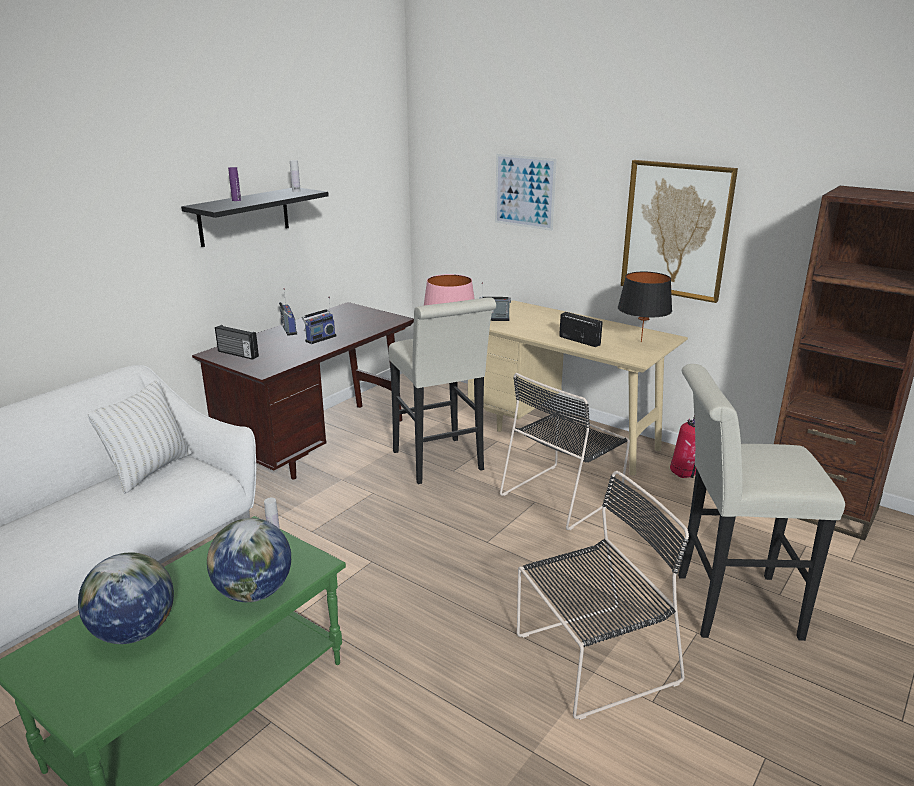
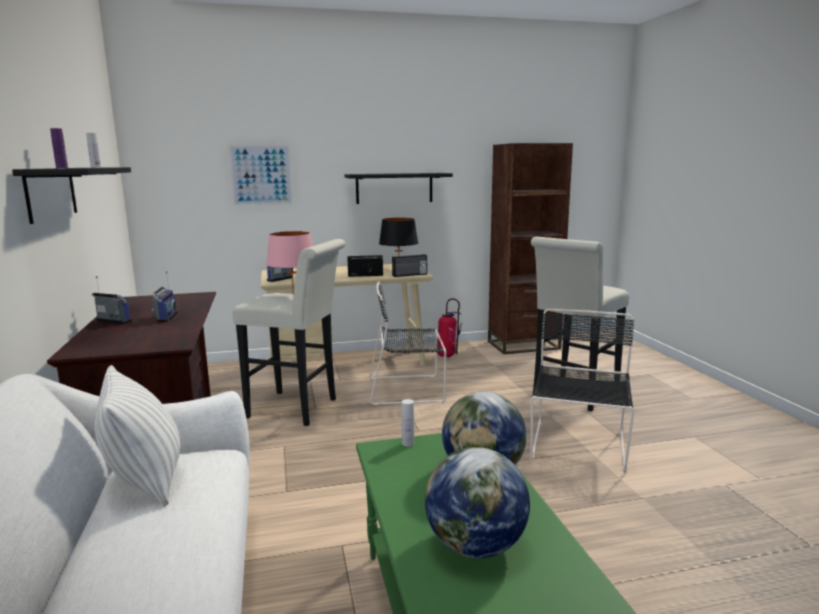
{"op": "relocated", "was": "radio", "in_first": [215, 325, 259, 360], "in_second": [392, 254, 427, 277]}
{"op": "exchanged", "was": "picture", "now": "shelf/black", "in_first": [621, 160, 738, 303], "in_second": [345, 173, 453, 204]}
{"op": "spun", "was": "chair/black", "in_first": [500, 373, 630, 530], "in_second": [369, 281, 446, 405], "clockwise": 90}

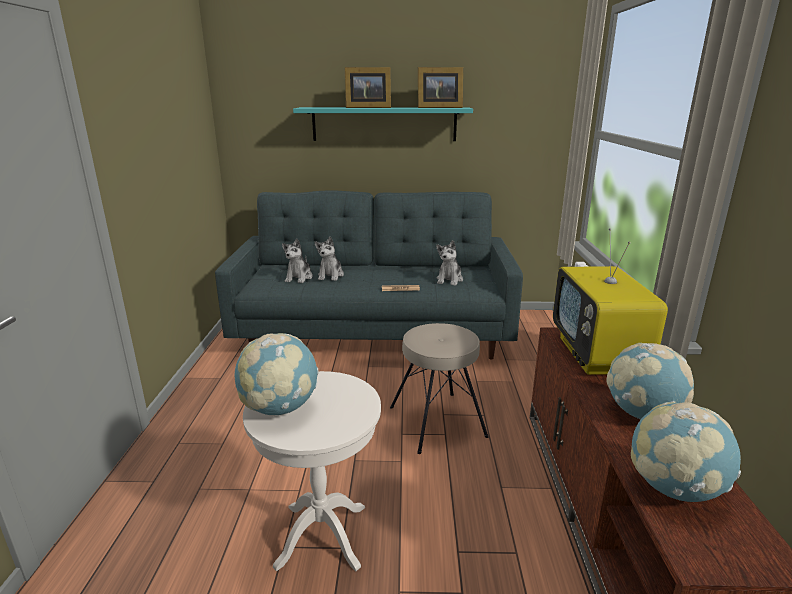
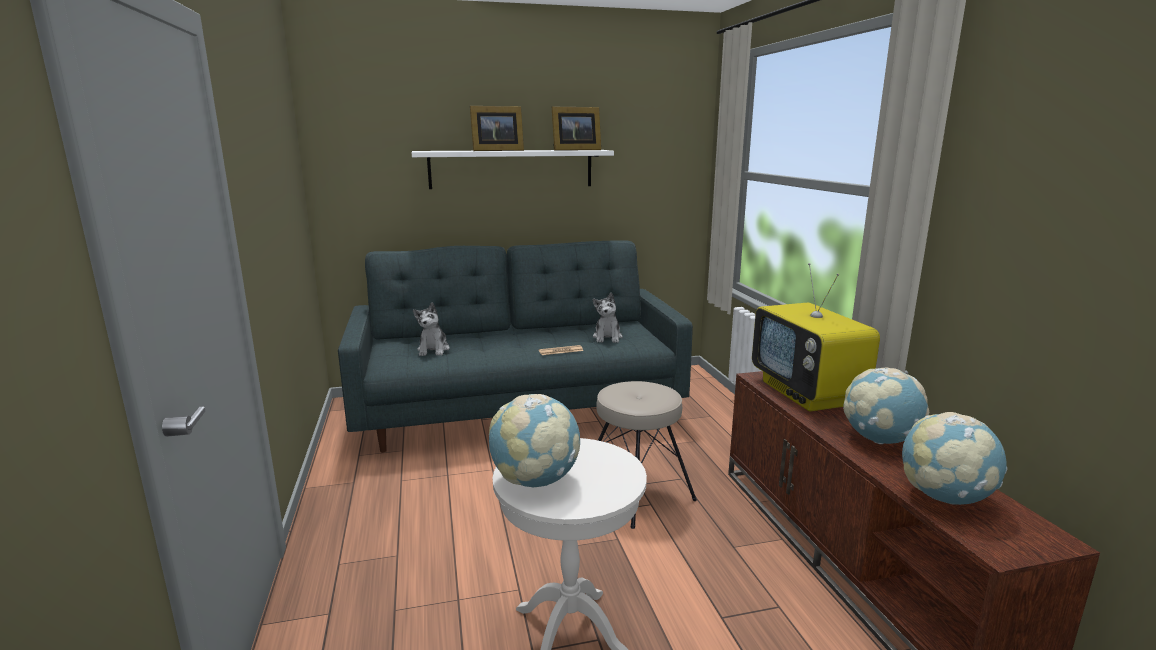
{"op": "missing", "was": "plush toy", "in_first": [315, 237, 344, 281]}
{"op": "colour", "was": "shelf/turquoise", "now": "shelf/white", "in_first": [293, 107, 473, 141], "in_second": [412, 150, 614, 189]}

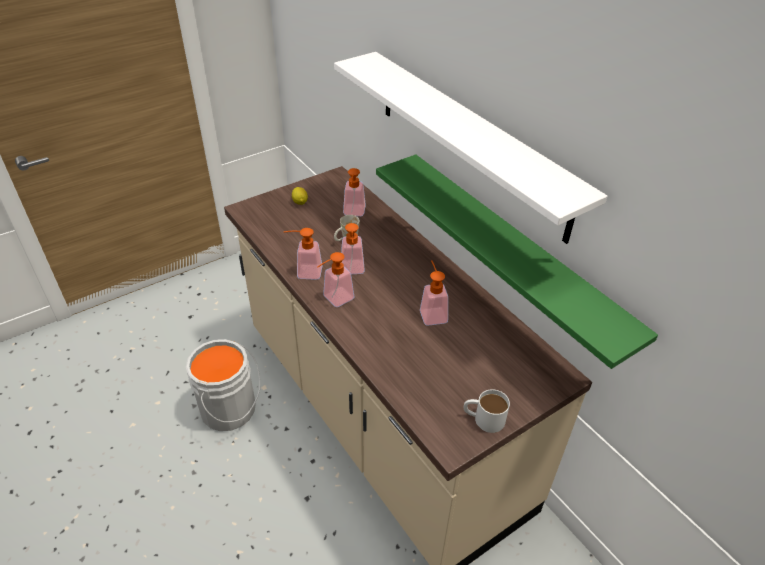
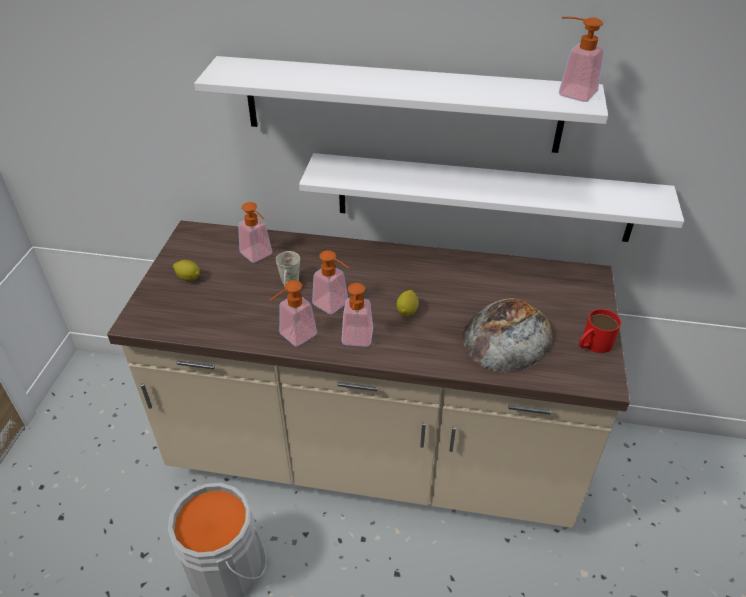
{"op": "appeared", "now": "lemon", "in_second": [396, 290, 419, 316]}
{"op": "appeared", "now": "bread", "in_second": [462, 298, 553, 373]}
{"op": "relocated", "was": "soap dispenser", "in_first": [420, 260, 448, 326], "in_second": [559, 17, 604, 102]}
{"op": "colour", "was": "shelf/green", "now": "shelf/white", "in_first": [376, 154, 658, 369], "in_second": [299, 153, 684, 242]}
{"op": "colour", "was": "mug/white", "now": "mug/red", "in_first": [464, 389, 510, 433], "in_second": [579, 309, 621, 353]}

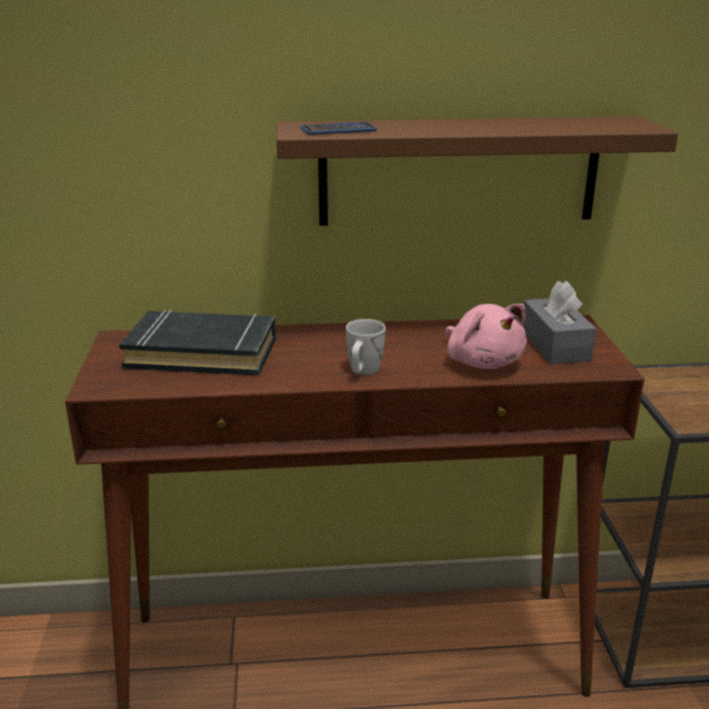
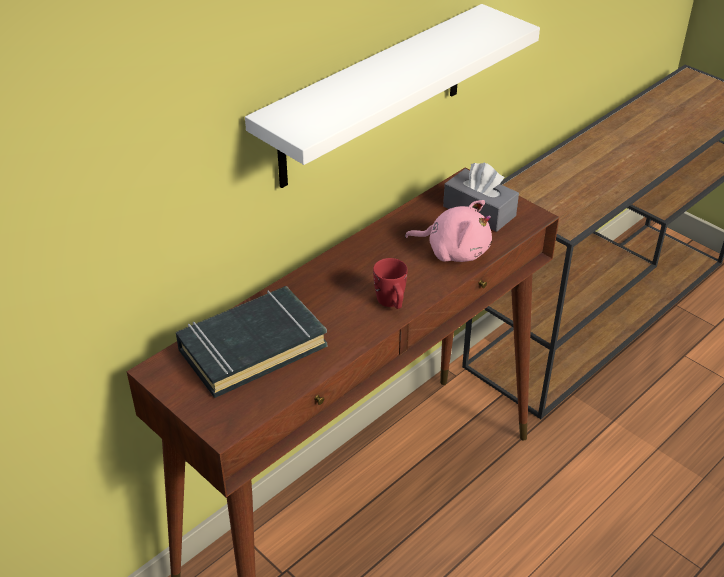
{"op": "missing", "was": "phone", "in_first": [300, 122, 377, 135]}
{"op": "colour", "was": "shelf/brown", "now": "shelf/white", "in_first": [277, 116, 678, 226], "in_second": [245, 4, 540, 188]}
{"op": "colour", "was": "mug/white", "now": "mug/red", "in_first": [346, 319, 386, 375], "in_second": [373, 258, 408, 309]}

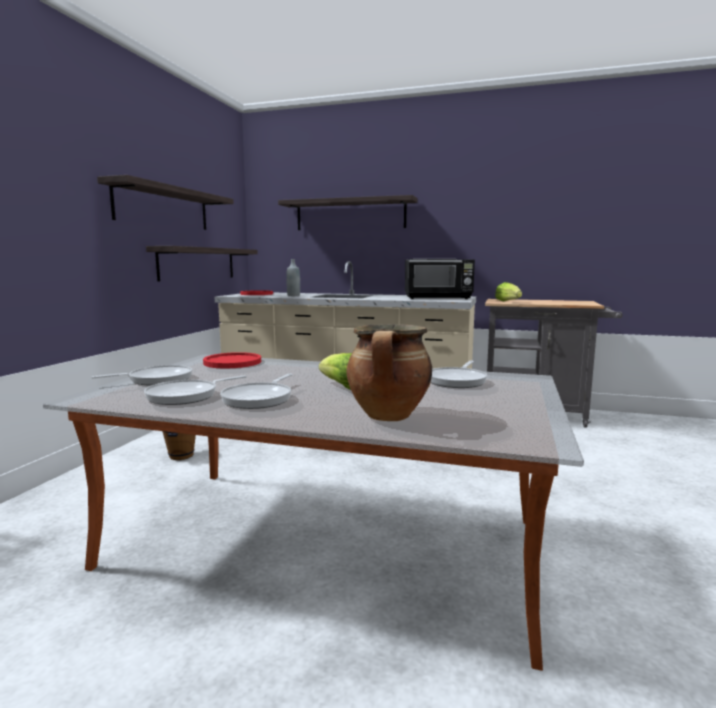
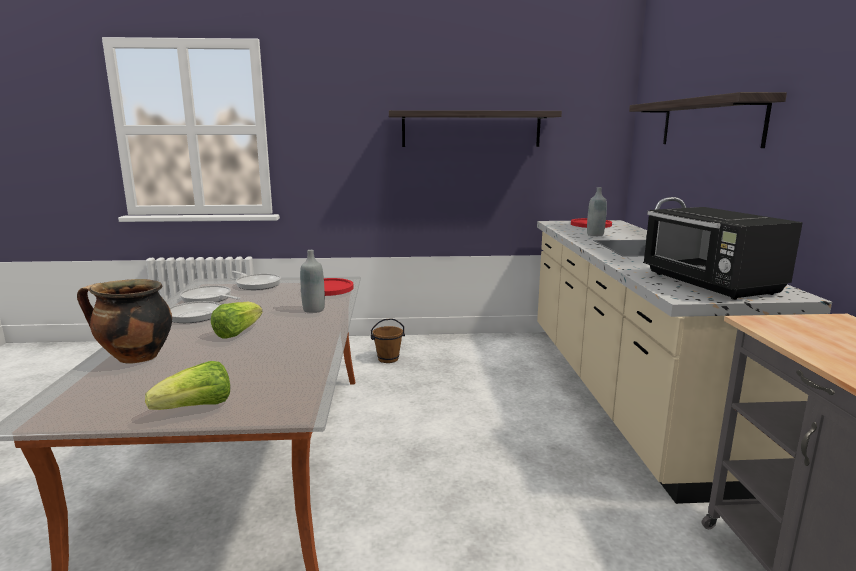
{"op": "missing", "was": "shelf", "in_first": [146, 246, 258, 282]}
{"op": "missing", "was": "frying pan", "in_first": [431, 361, 487, 388]}
{"op": "appeared", "now": "bottle/grey", "in_second": [300, 250, 325, 313]}
{"op": "relocated", "was": "lettuce", "in_first": [495, 282, 522, 301], "in_second": [145, 361, 230, 410]}

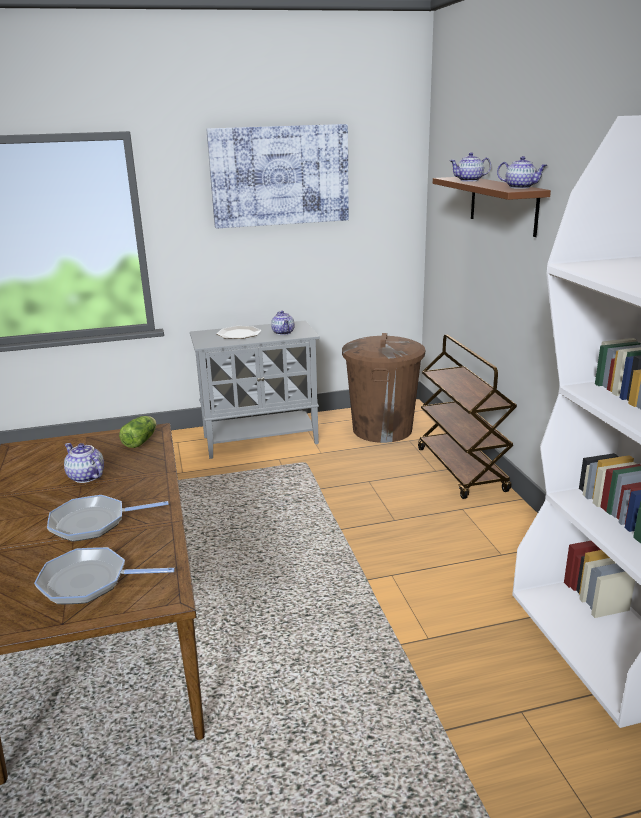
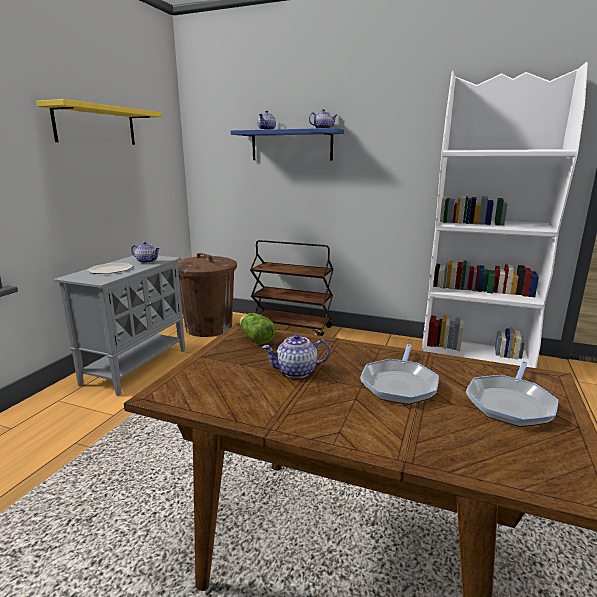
{"op": "exchanged", "was": "picture", "now": "shelf/yellow", "in_first": [206, 124, 349, 228], "in_second": [36, 99, 162, 145]}
{"op": "colour", "was": "shelf/brown", "now": "shelf/blue", "in_first": [433, 177, 551, 237], "in_second": [231, 128, 344, 161]}

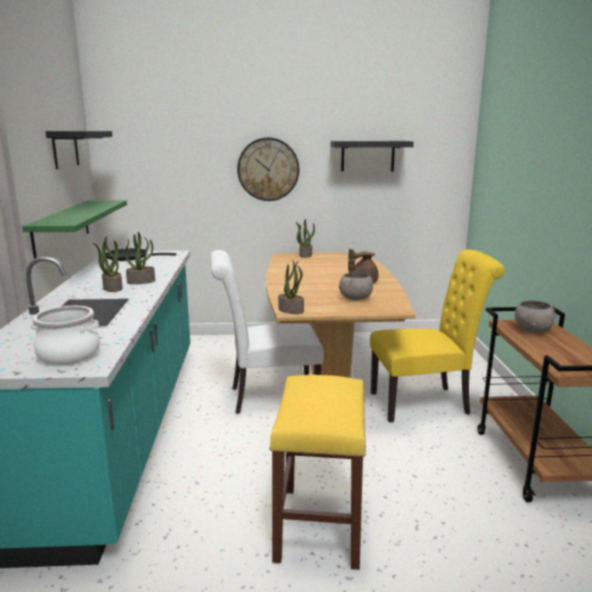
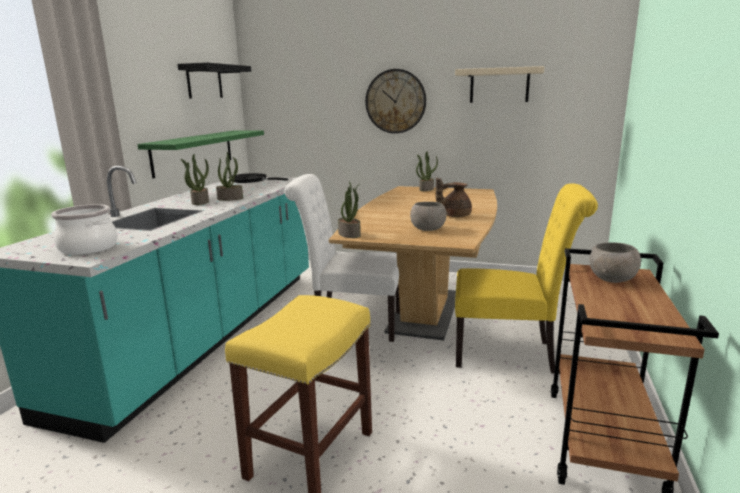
{"op": "colour", "was": "shelf/black", "now": "shelf/beige", "in_first": [331, 141, 414, 172], "in_second": [455, 66, 545, 103]}

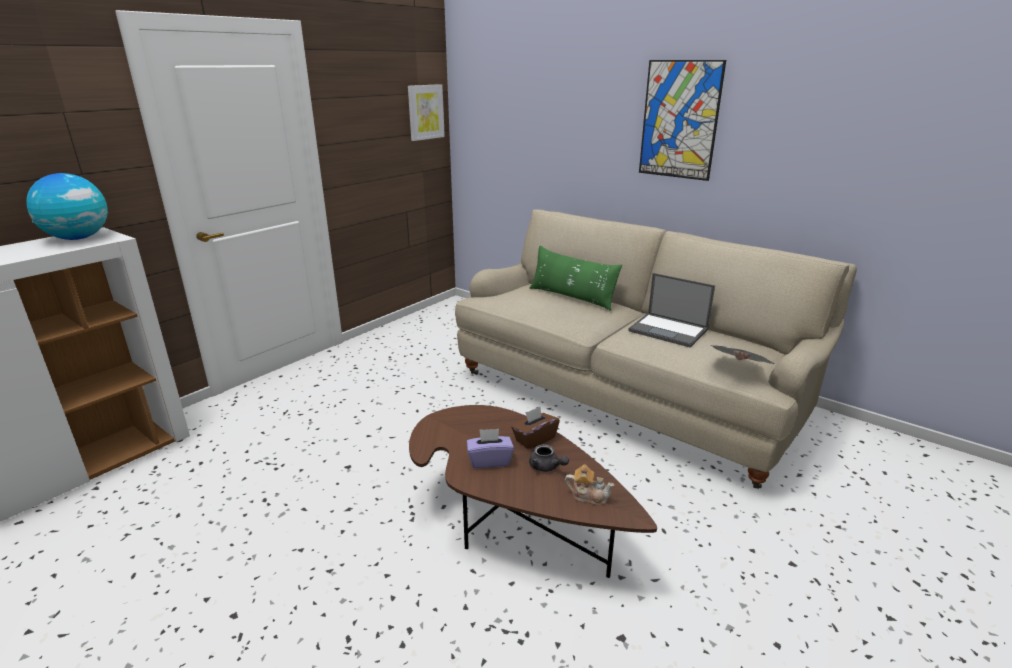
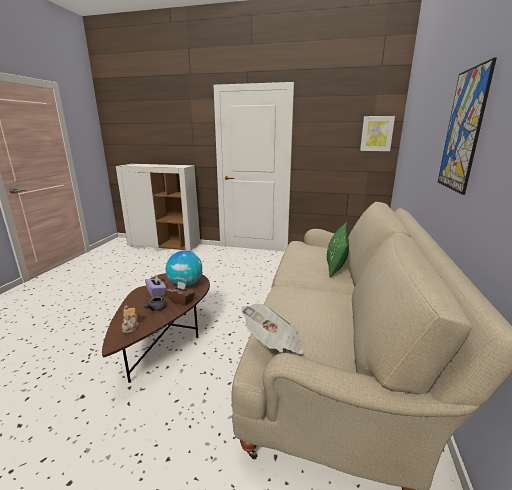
{"op": "missing", "was": "laptop", "in_first": [628, 273, 715, 348]}
{"op": "relocated", "was": "globe", "in_first": [26, 173, 109, 240], "in_second": [166, 251, 202, 287]}

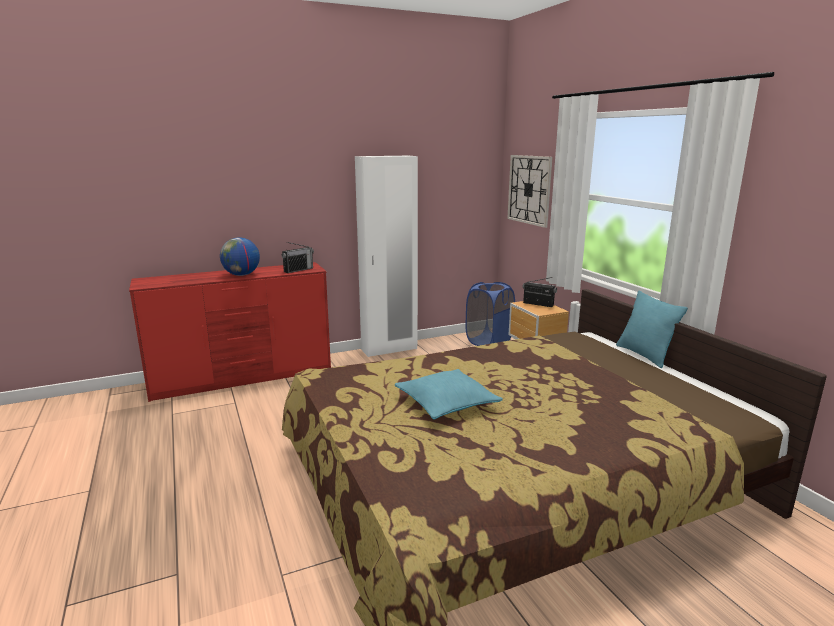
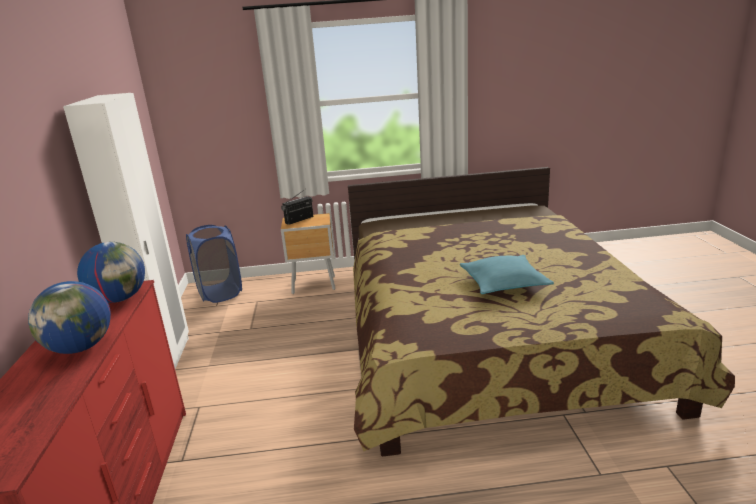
{"op": "missing", "was": "wall clock", "in_first": [507, 155, 553, 228]}
{"op": "missing", "was": "pillow/turquoise", "in_first": [616, 291, 688, 368]}
{"op": "exchanged", "was": "radio", "now": "globe", "in_first": [281, 242, 314, 273], "in_second": [77, 242, 145, 303]}

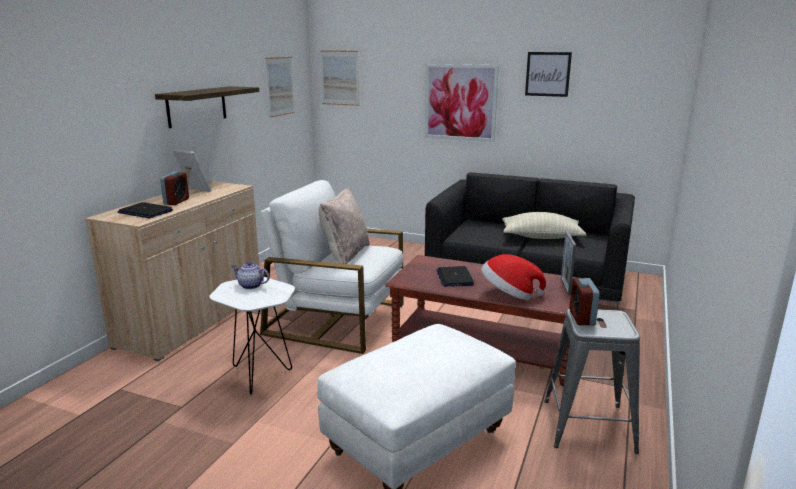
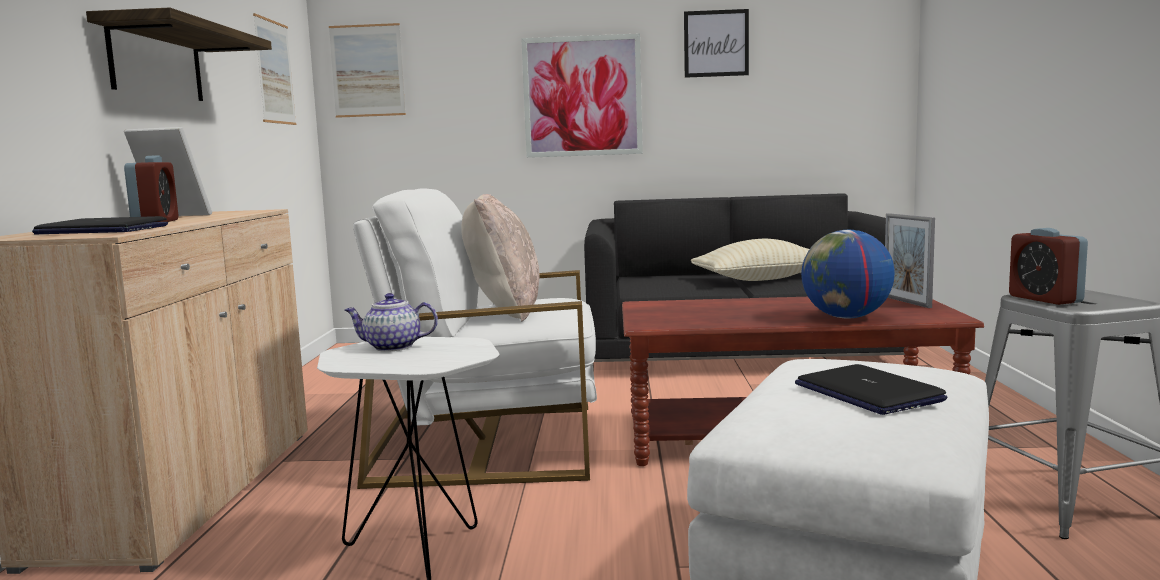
{"op": "relocated", "was": "laptop", "in_first": [436, 266, 474, 286], "in_second": [795, 364, 947, 415]}
{"op": "exchanged", "was": "hat", "now": "globe", "in_first": [481, 254, 546, 300], "in_second": [801, 230, 895, 318]}

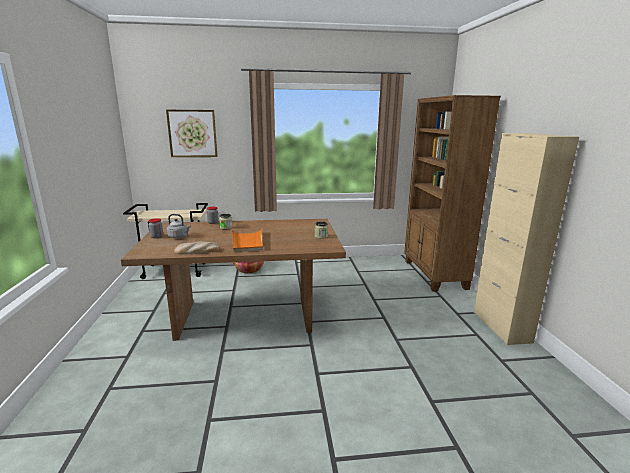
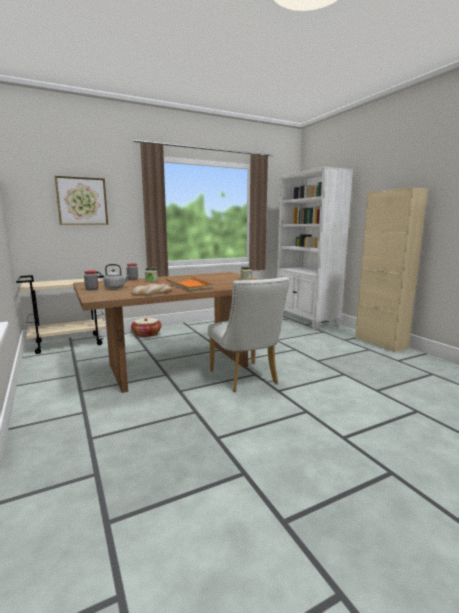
{"op": "appeared", "now": "chair/white", "in_second": [208, 277, 290, 392]}
{"op": "colour", "was": "bookcase/brown", "now": "bookcase/white", "in_first": [404, 95, 501, 292], "in_second": [277, 167, 353, 330]}

